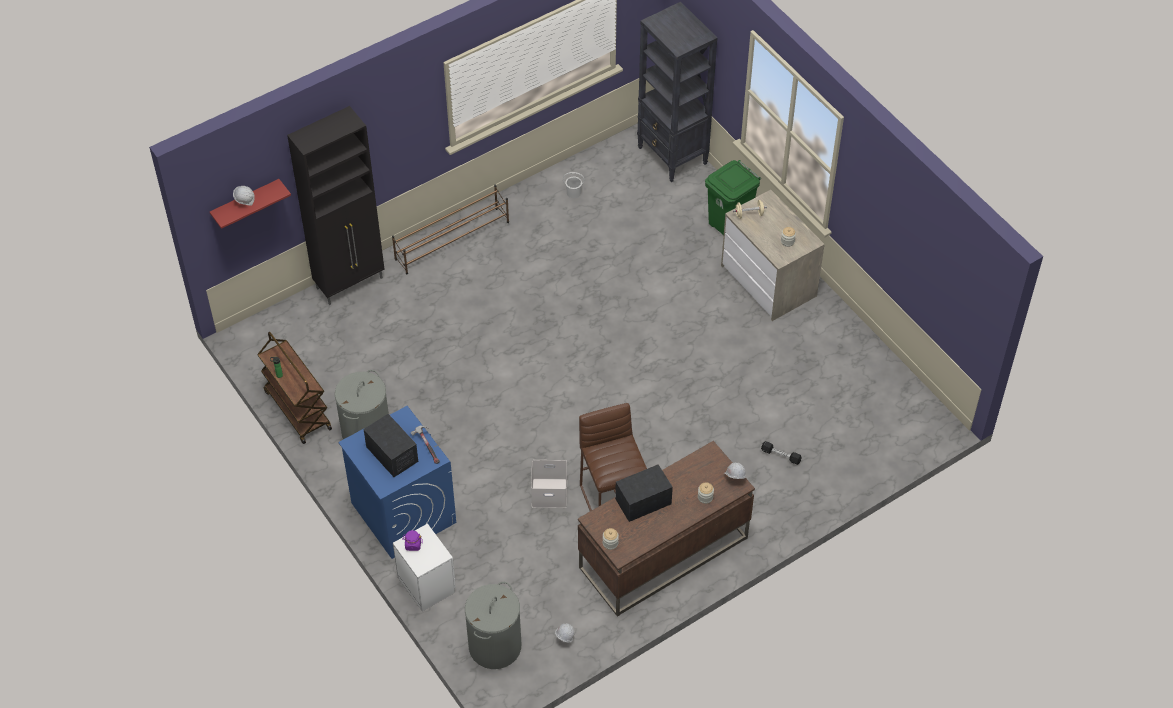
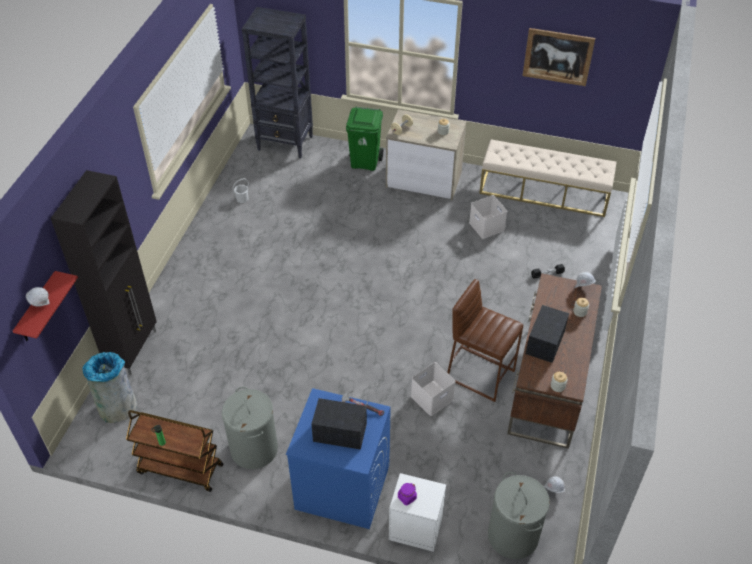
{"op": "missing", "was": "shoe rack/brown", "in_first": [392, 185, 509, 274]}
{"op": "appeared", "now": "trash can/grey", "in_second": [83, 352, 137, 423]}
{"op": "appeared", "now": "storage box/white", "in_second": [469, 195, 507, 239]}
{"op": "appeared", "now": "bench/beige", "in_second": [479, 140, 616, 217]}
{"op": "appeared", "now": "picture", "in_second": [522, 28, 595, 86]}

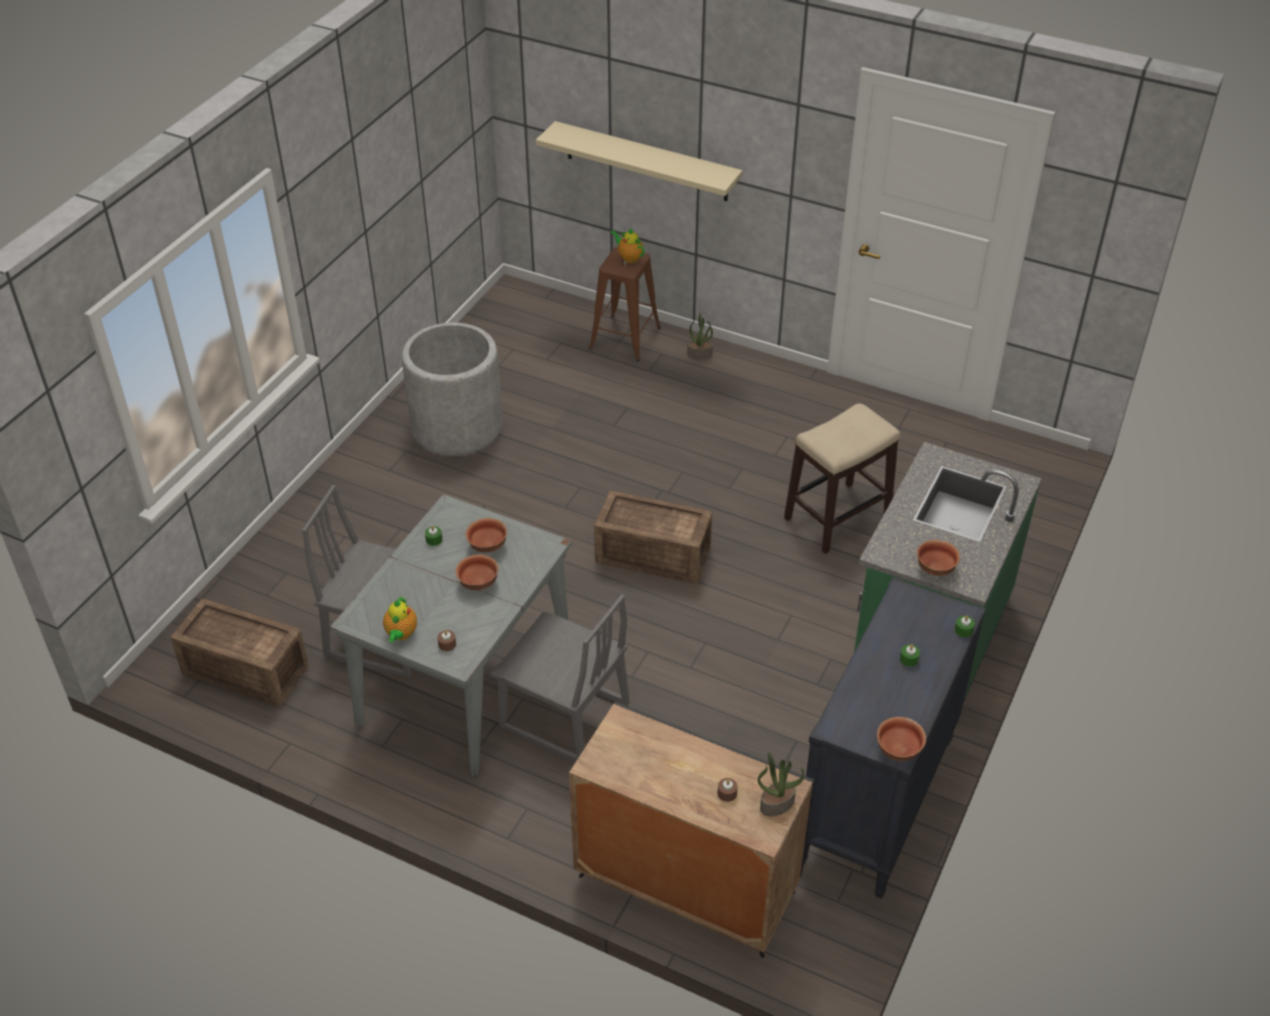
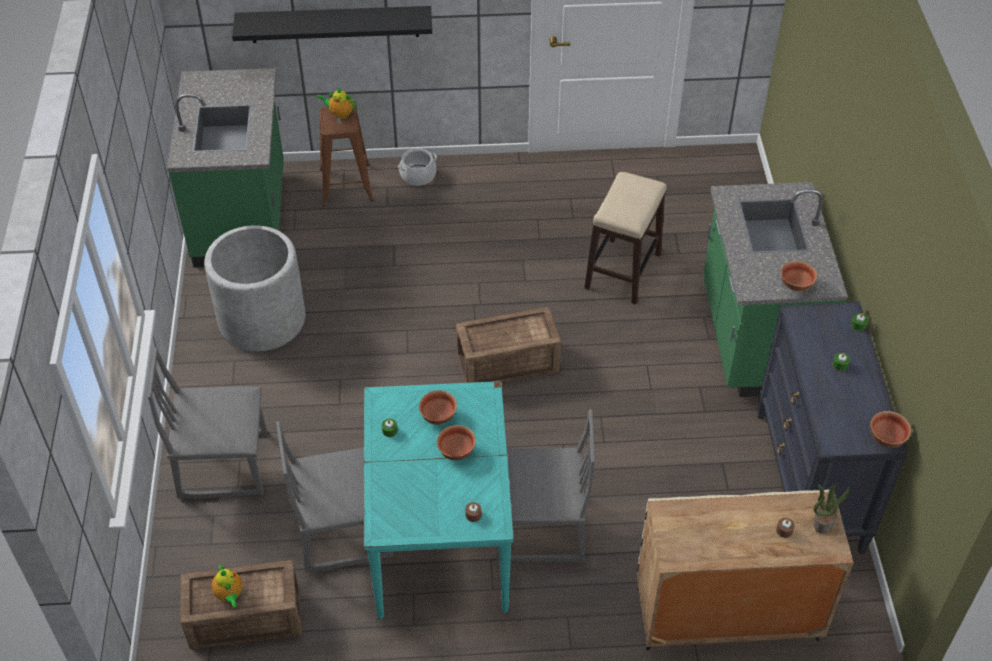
{"op": "appeared", "now": "chair/grey", "in_second": [147, 348, 267, 499]}
{"op": "appeared", "now": "counter/green", "in_second": [167, 68, 284, 267]}
{"op": "relocated", "was": "teapot", "in_first": [383, 596, 417, 642], "in_second": [212, 564, 243, 607]}
{"op": "exchanged", "was": "potted plant", "now": "cooking pot", "in_first": [687, 313, 713, 359], "in_second": [398, 148, 437, 186]}
{"op": "colour", "was": "dining table/grey", "now": "dining table/turquoise", "in_first": [329, 494, 572, 777], "in_second": [364, 381, 514, 619]}
{"op": "colour", "was": "shelf/beige", "now": "shelf/black", "in_first": [536, 121, 743, 201], "in_second": [232, 6, 432, 43]}
{"op": "colour", "was": "cabinet/black", "now": "cabinet/beige", "in_first": [569, 701, 815, 958], "in_second": [637, 489, 853, 651]}

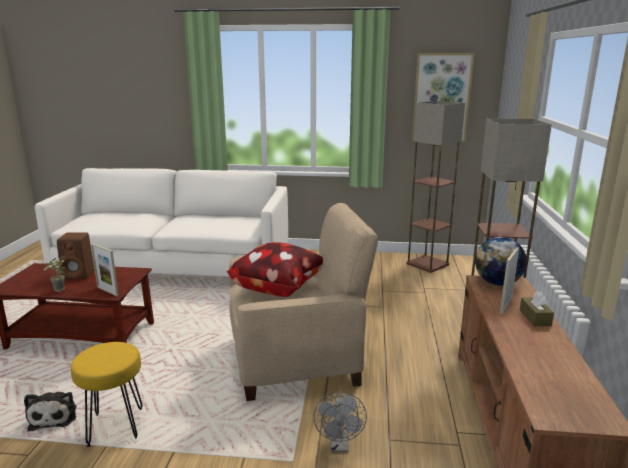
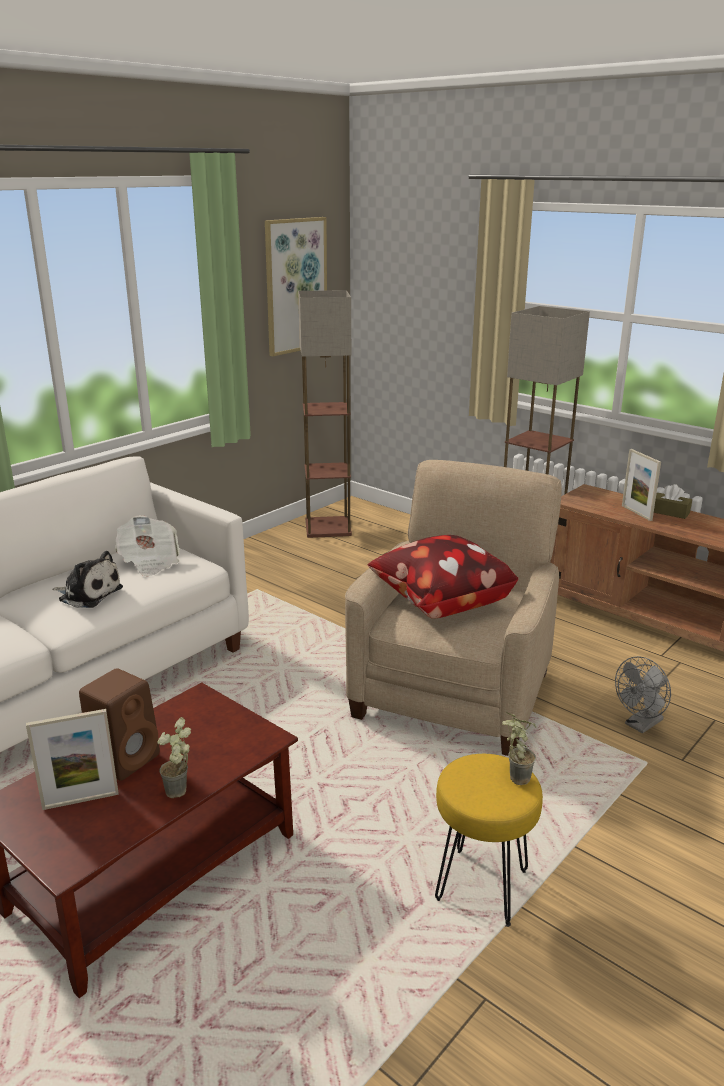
{"op": "missing", "was": "globe", "in_first": [475, 237, 527, 286]}
{"op": "appeared", "now": "newspaper", "in_second": [115, 515, 180, 576]}
{"op": "appeared", "now": "potted plant", "in_second": [502, 712, 536, 785]}
{"op": "relocated", "was": "plush toy", "in_first": [24, 392, 77, 431], "in_second": [52, 551, 123, 608]}
{"op": "relocated", "was": "picture frame", "in_first": [91, 243, 119, 296], "in_second": [26, 709, 119, 810]}
{"op": "spun", "was": "fan/grey", "in_first": [313, 392, 367, 453], "in_second": [615, 656, 671, 733], "clockwise": 105}

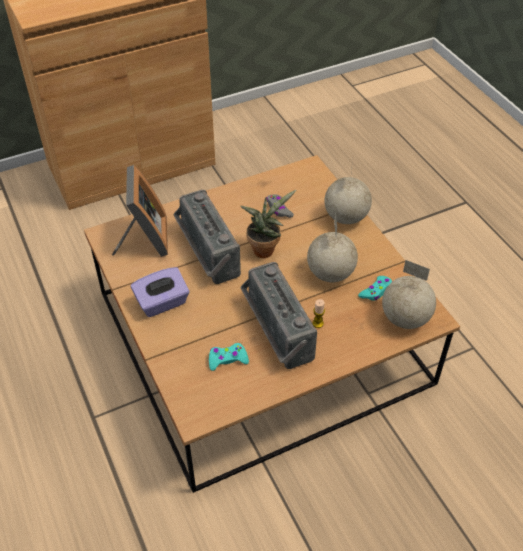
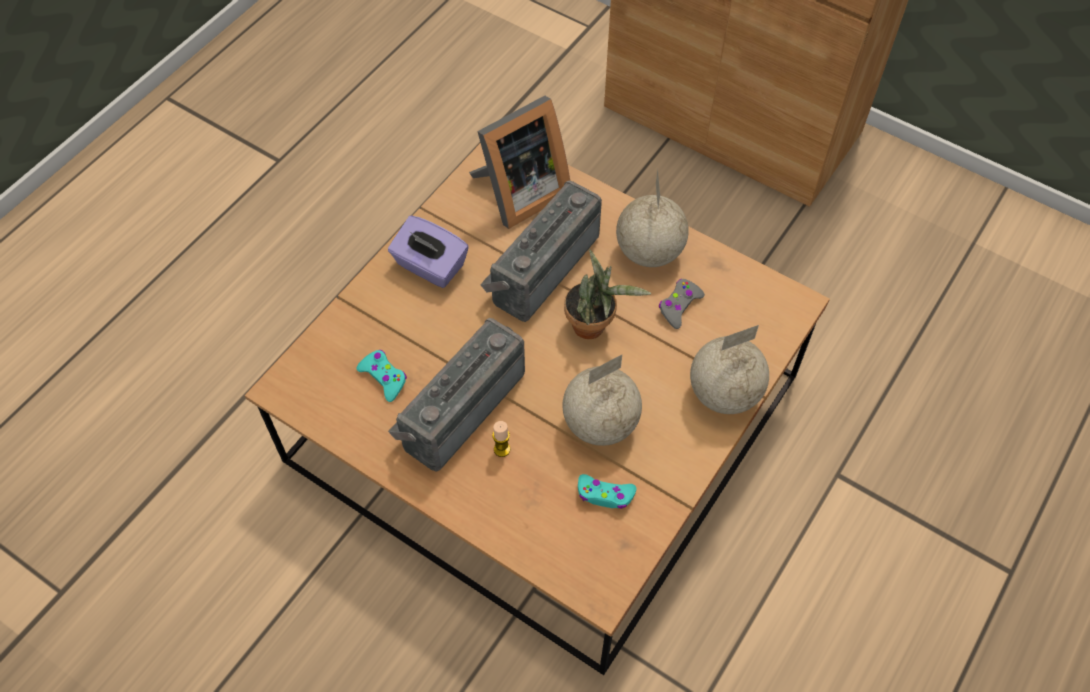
{"op": "relocated", "was": "globe", "in_first": [382, 260, 436, 329], "in_second": [616, 170, 689, 267]}

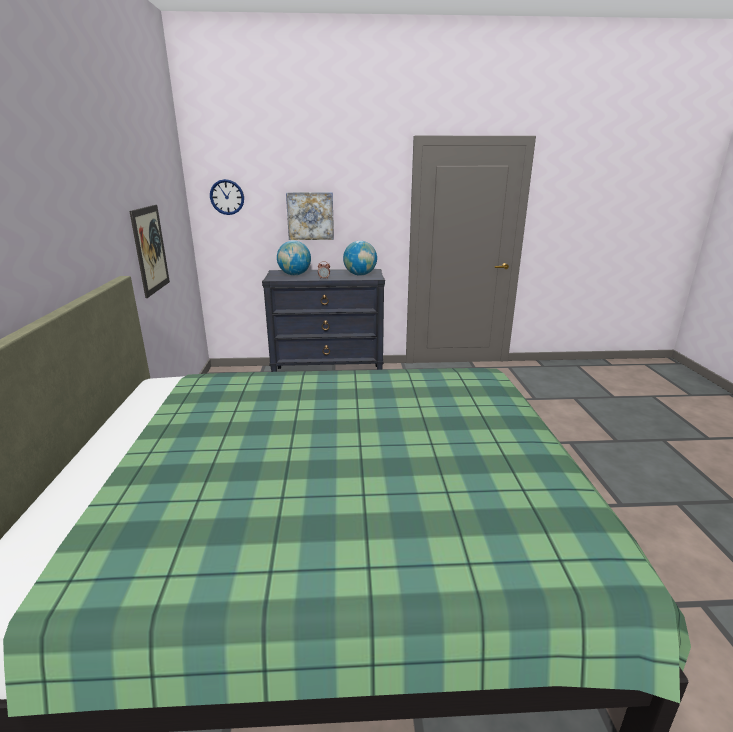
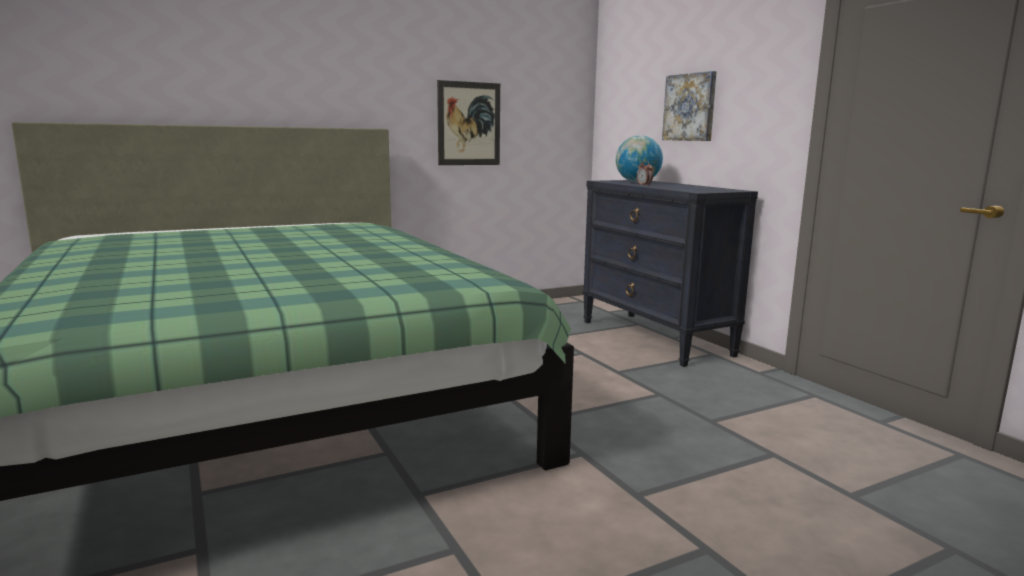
{"op": "missing", "was": "wall clock", "in_first": [210, 179, 244, 215]}
{"op": "missing", "was": "globe", "in_first": [343, 241, 377, 276]}

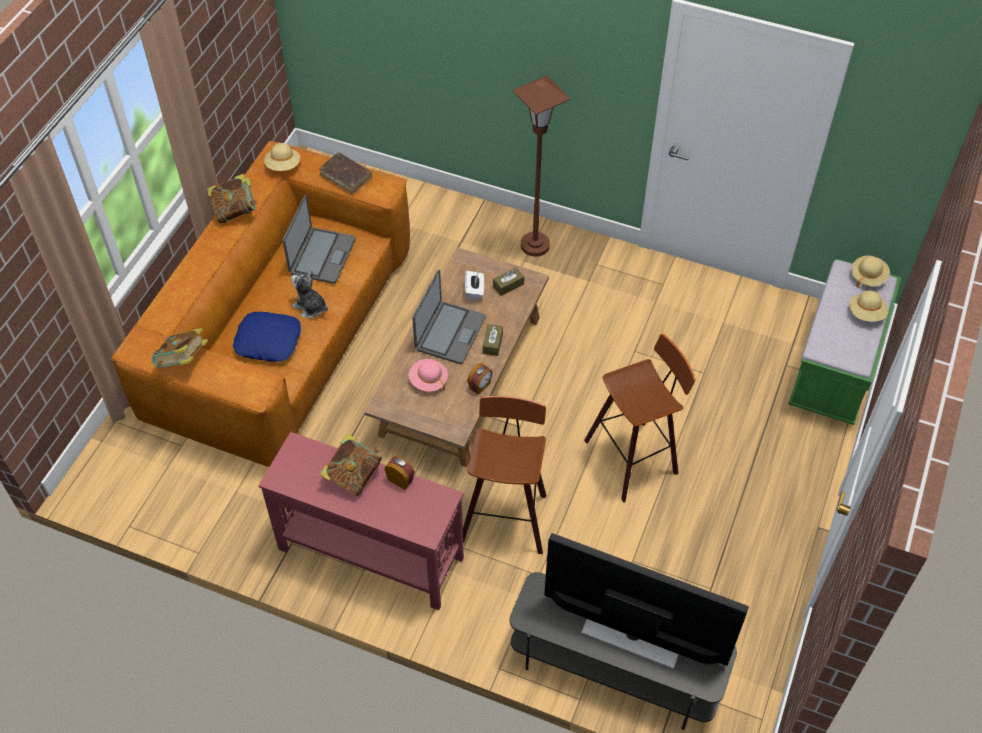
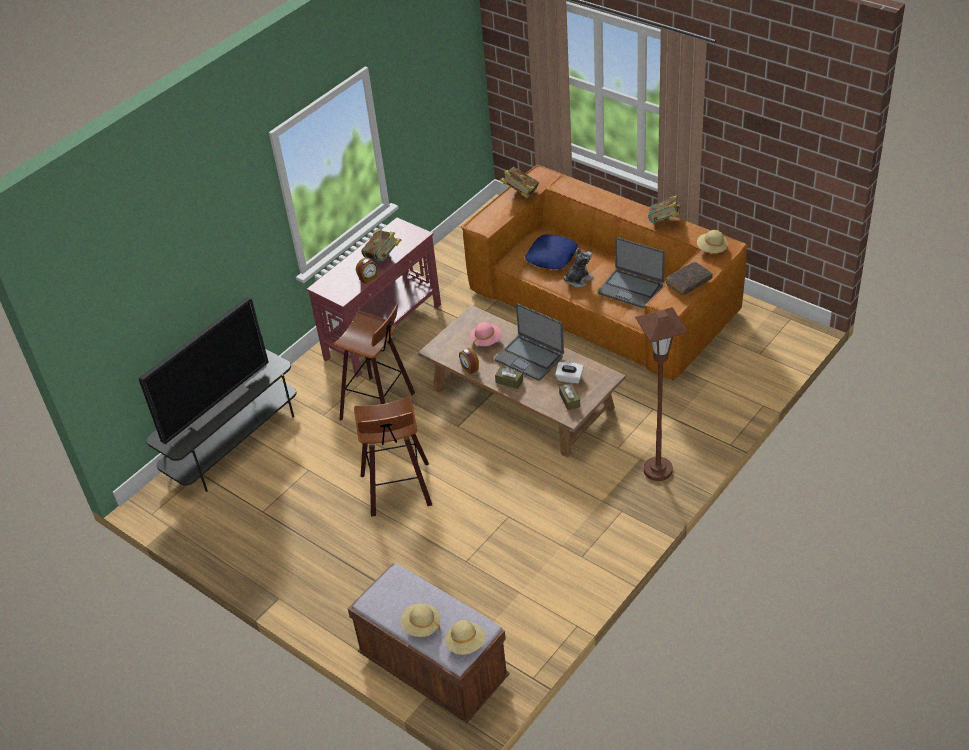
{"op": "colour", "was": "bench/green", "now": "bench/brown", "in_first": [788, 259, 901, 425], "in_second": [348, 563, 510, 723]}

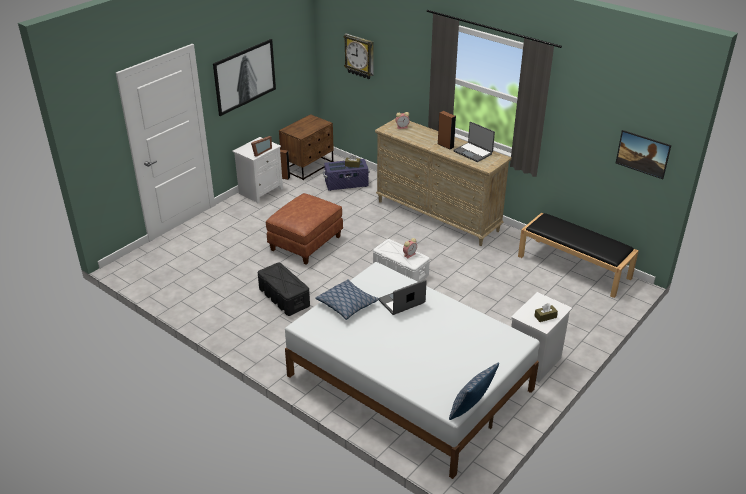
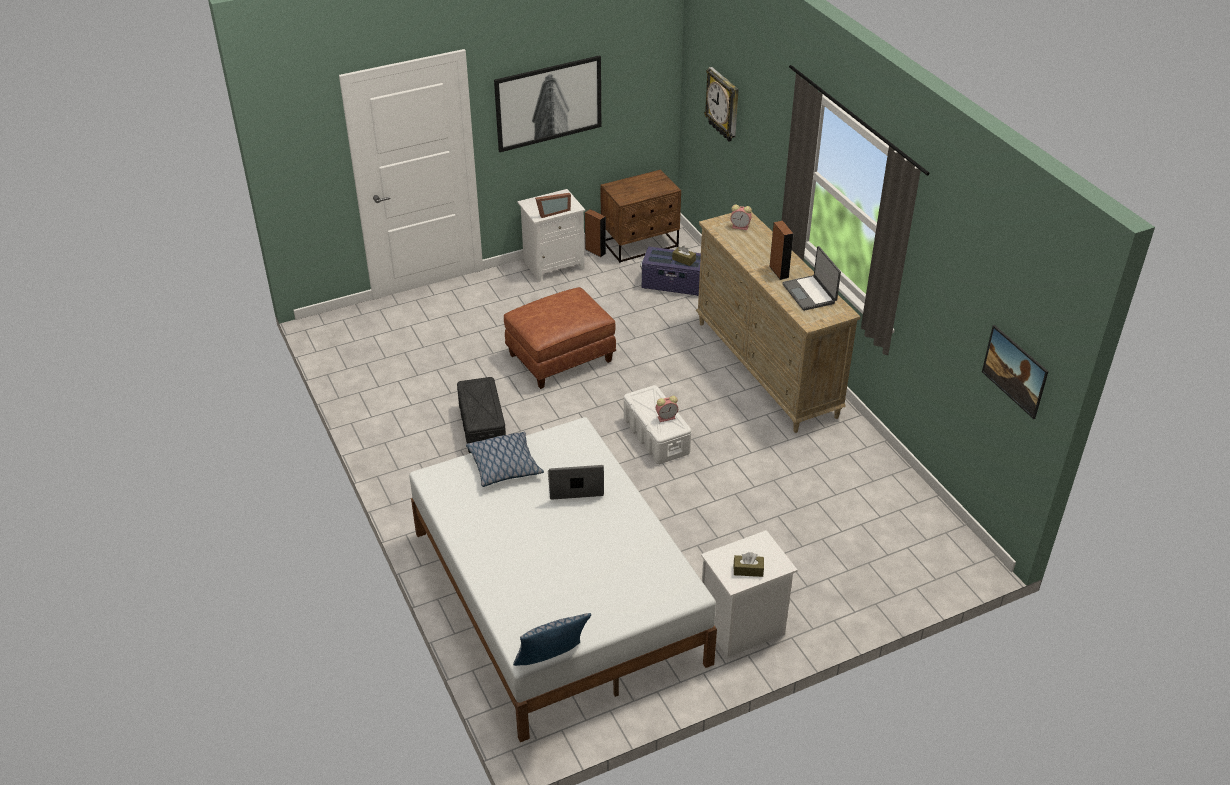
{"op": "missing", "was": "bench/black", "in_first": [518, 213, 639, 298]}

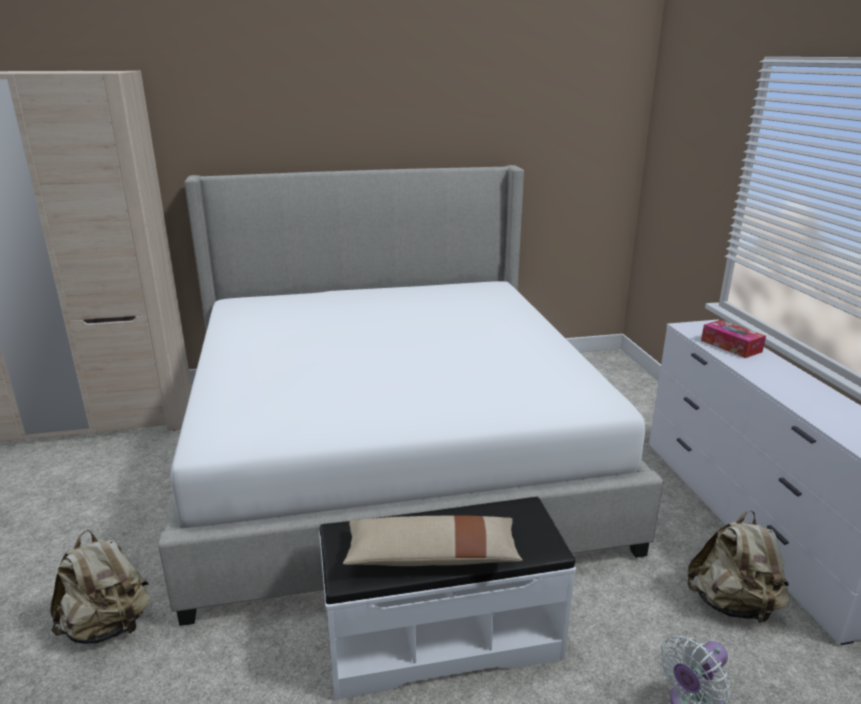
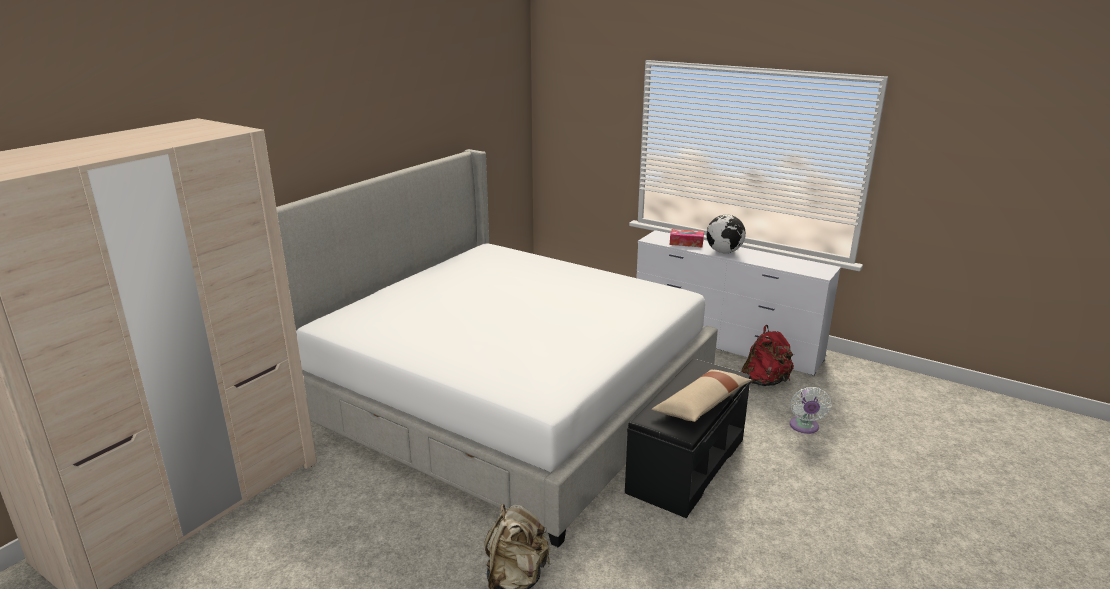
{"op": "appeared", "now": "globe", "in_second": [706, 215, 746, 253]}
{"op": "colour", "was": "bench/white", "now": "bench/black", "in_first": [319, 497, 576, 700], "in_second": [625, 359, 751, 518]}
{"op": "colour", "was": "backpack/beige", "now": "backpack/red", "in_first": [687, 511, 789, 625], "in_second": [741, 325, 794, 386]}

